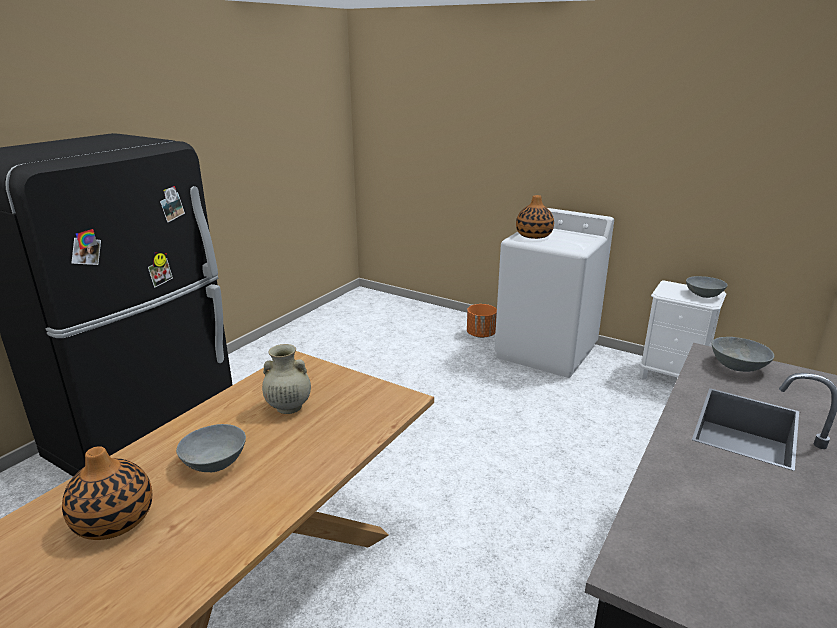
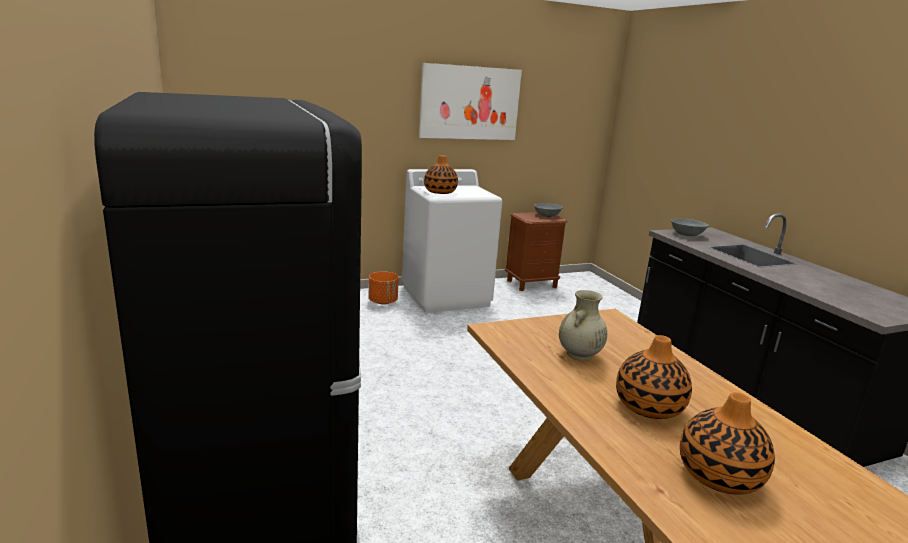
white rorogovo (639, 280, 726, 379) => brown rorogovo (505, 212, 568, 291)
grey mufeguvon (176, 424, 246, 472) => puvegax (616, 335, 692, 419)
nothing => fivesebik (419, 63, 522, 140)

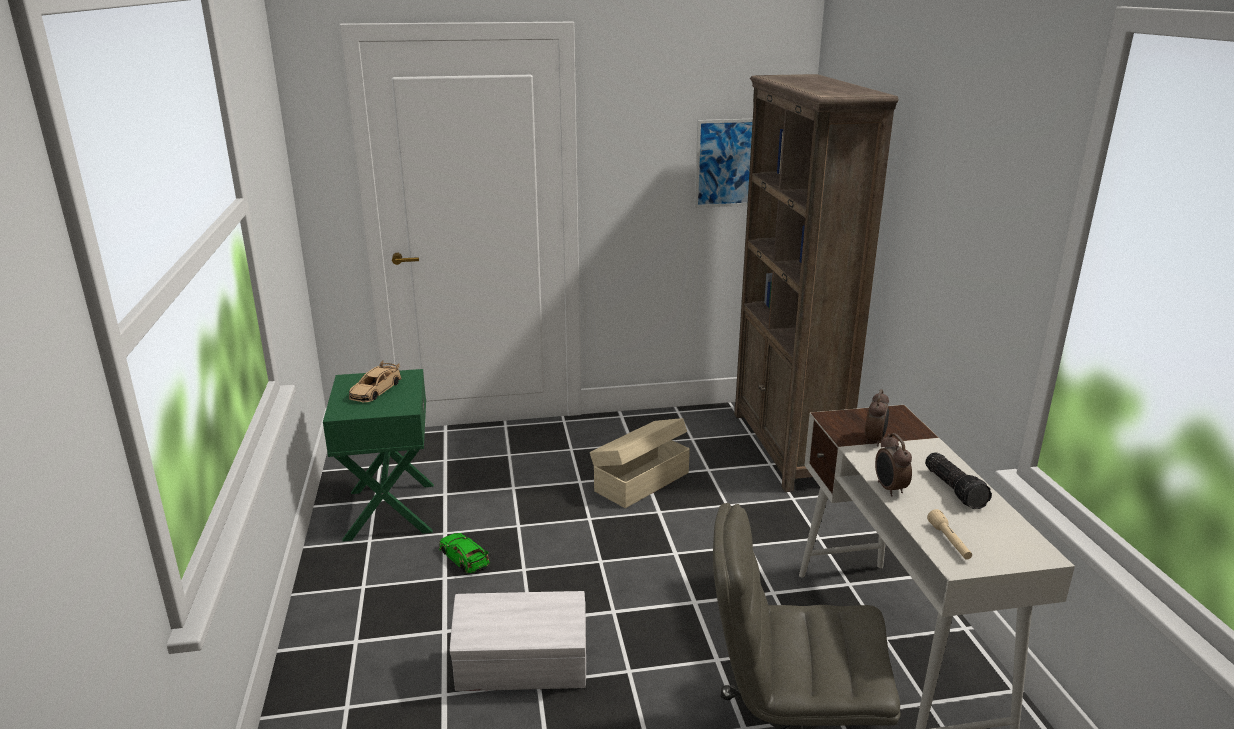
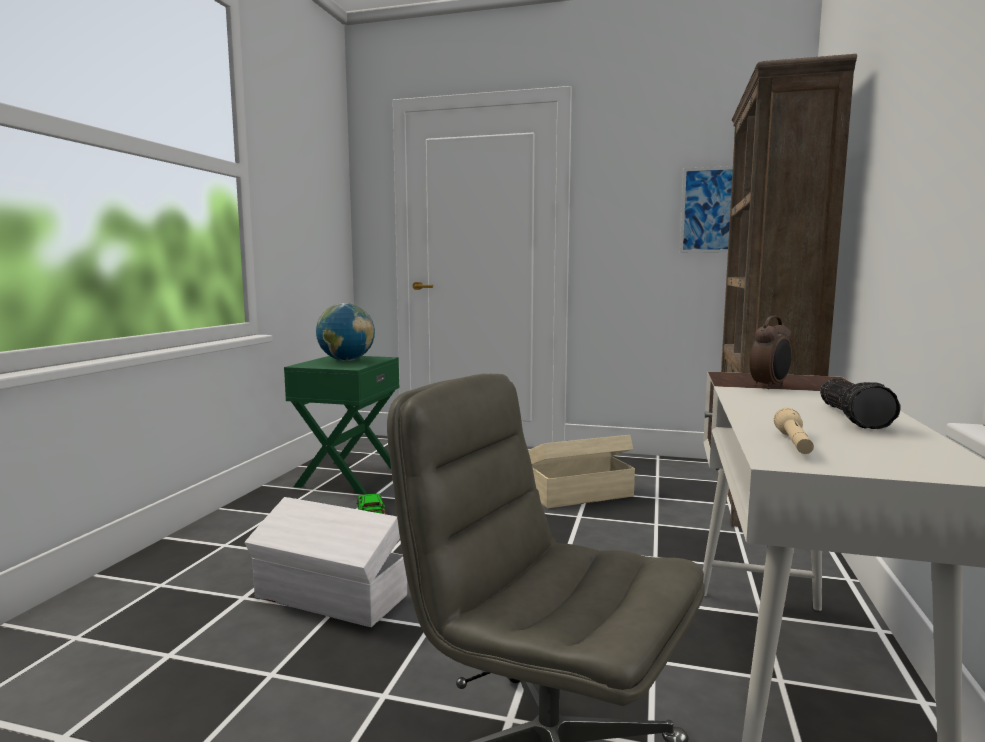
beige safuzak (349, 360, 402, 402) => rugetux (316, 303, 375, 361)
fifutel (875, 433, 912, 496) => nothing

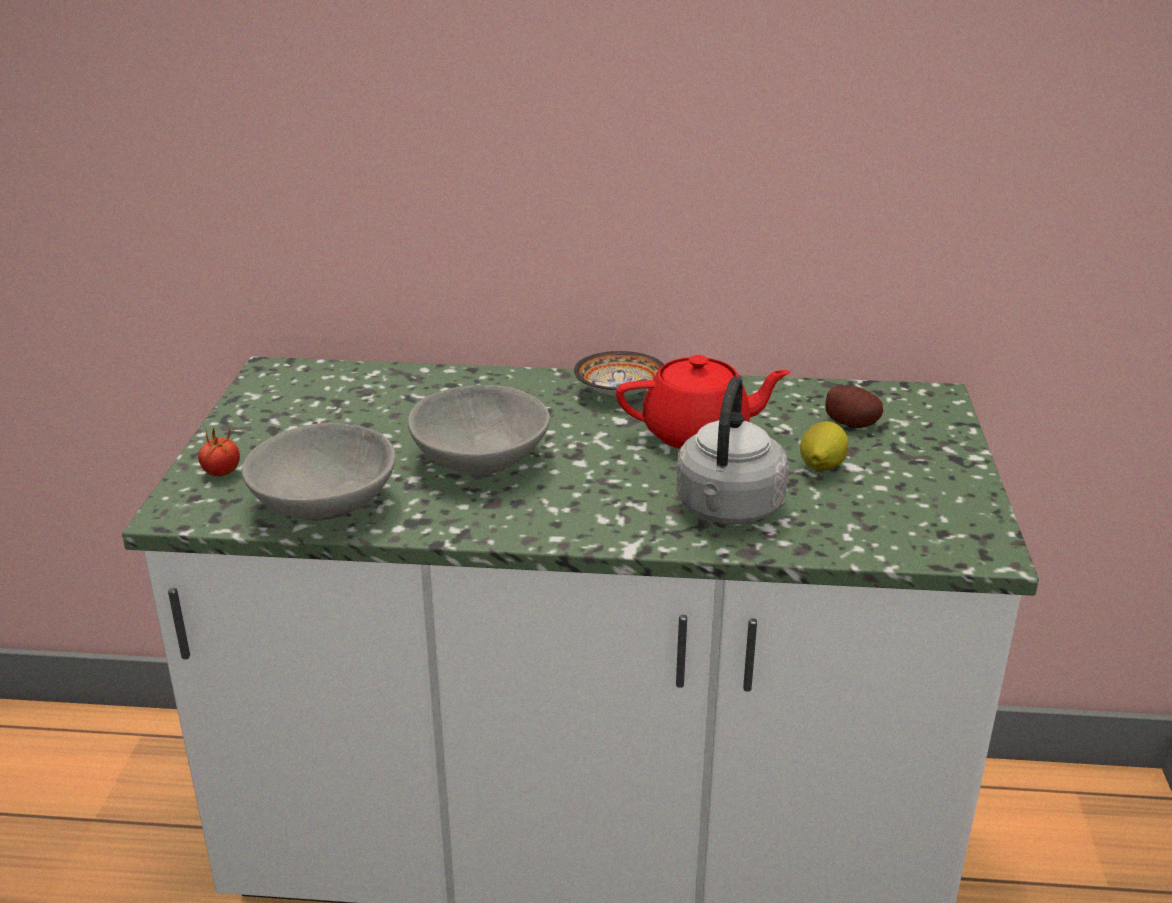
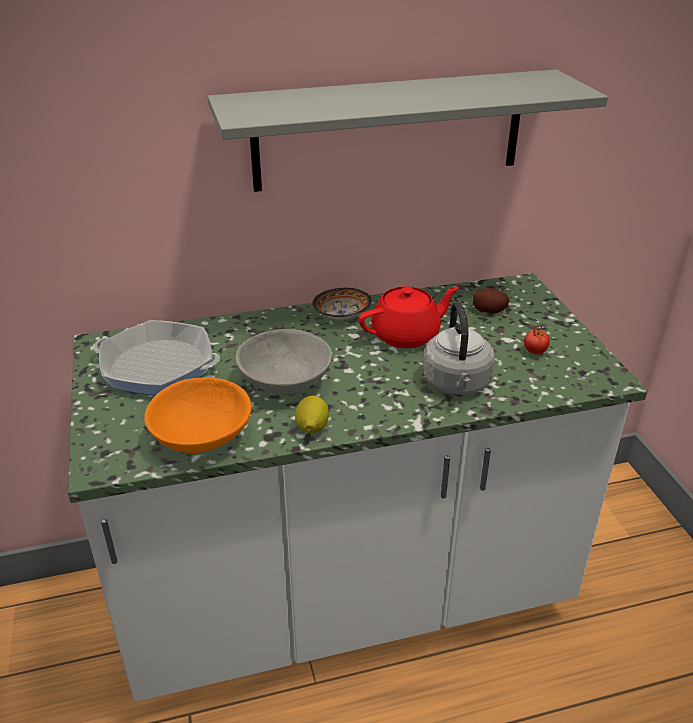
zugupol (800, 421, 848, 471) => zugupol (295, 396, 329, 433), relocated
grey mufeguvon (242, 422, 396, 521) => orange mufeguvon (144, 377, 251, 453)
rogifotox (198, 427, 240, 476) => rogifotox (524, 323, 550, 354), relocated
nothing => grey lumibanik (208, 69, 608, 192)
nothing => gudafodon (93, 320, 220, 395)

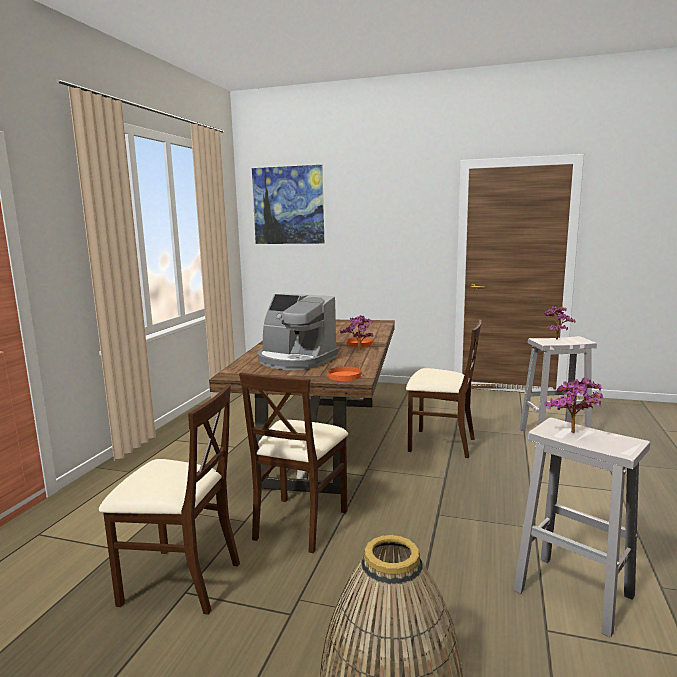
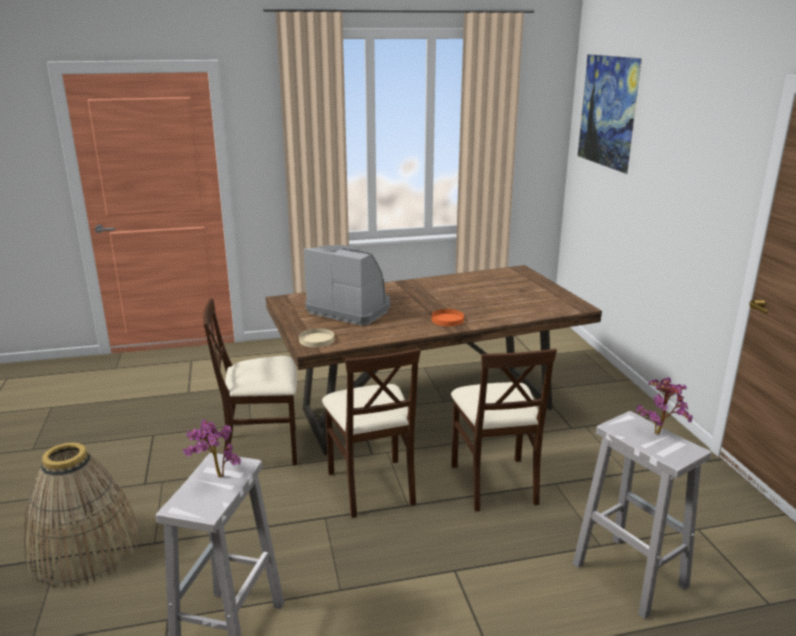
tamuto (258, 293, 338, 370) => tamuto (304, 245, 391, 326), 120 degrees clockwise
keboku (340, 315, 374, 351) => nothing
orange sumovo (328, 366, 362, 381) => beige sumovo (299, 328, 334, 348)
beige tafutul (99, 384, 240, 615) => beige tafutul (322, 348, 421, 518), relocated

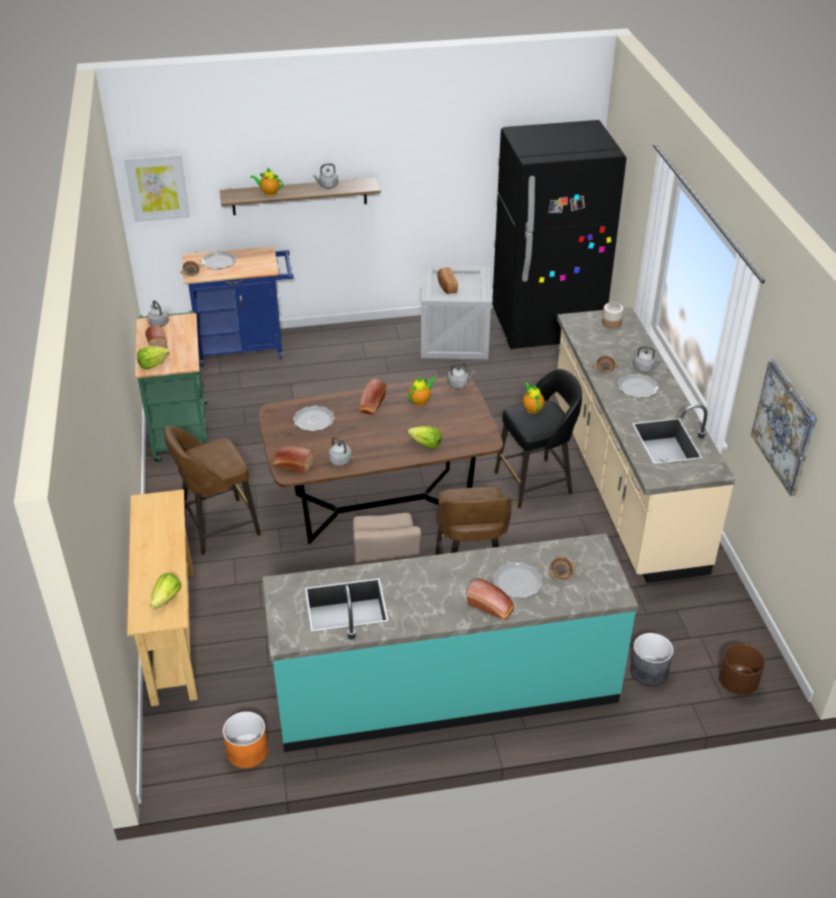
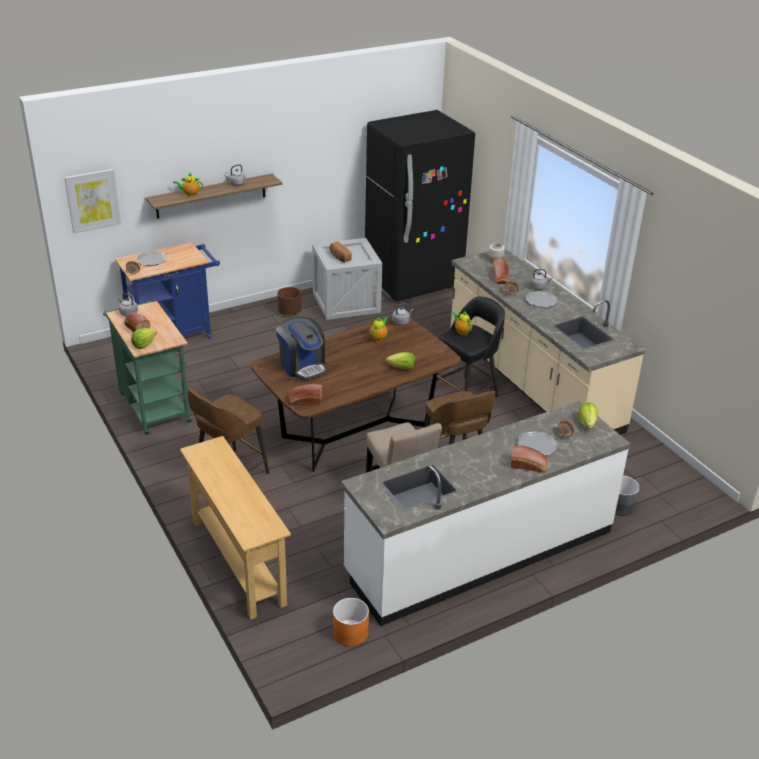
fivesebik (751, 359, 817, 496) => nothing
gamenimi (359, 379, 386, 415) => gamenimi (493, 259, 509, 284), relocated
sumovo (293, 405, 335, 431) => tamuto (276, 317, 326, 380)
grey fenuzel (328, 437, 353, 466) => nothing
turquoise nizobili (263, 533, 638, 752) => white nizobili (341, 401, 631, 626)
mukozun (150, 573, 181, 609) => mukozun (578, 402, 598, 429), relocated
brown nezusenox (719, 644, 765, 695) => brown nezusenox (277, 287, 302, 315), relocated

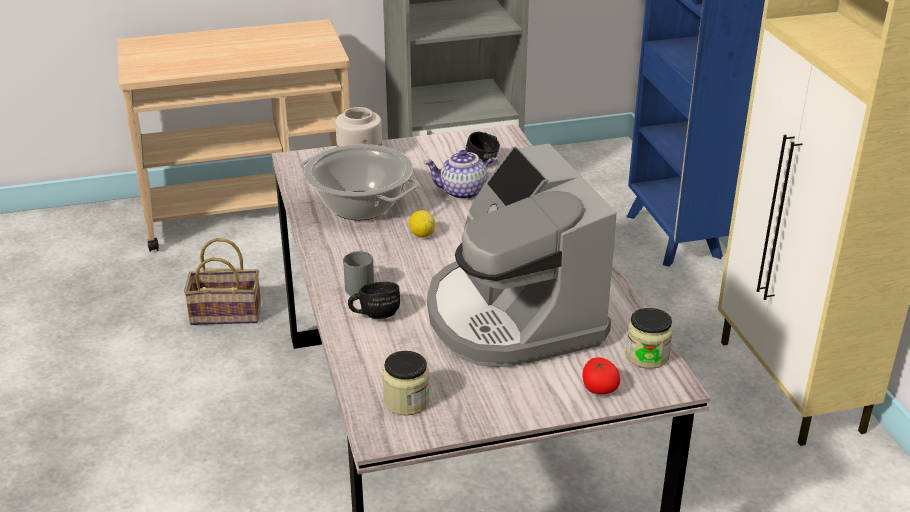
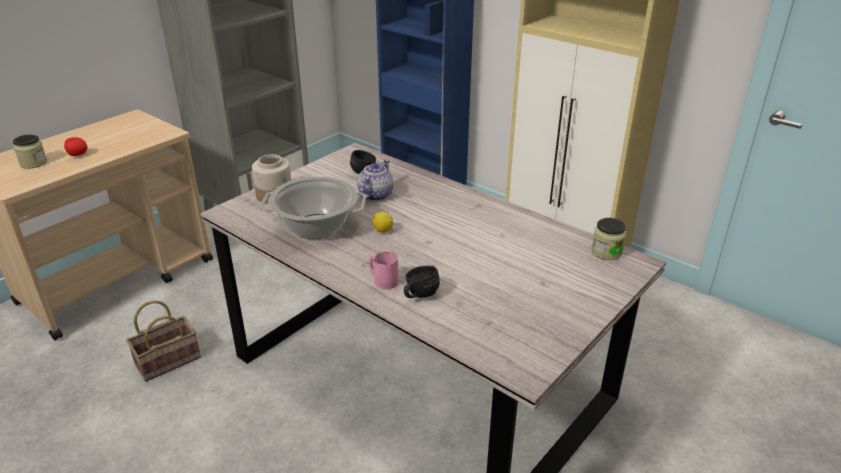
tamuto (427, 144, 617, 367) => nothing
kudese (424, 150, 500, 200) => kudese (357, 159, 394, 201), 150 degrees clockwise
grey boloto (343, 251, 374, 296) => pink boloto (369, 252, 399, 289)
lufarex (382, 351, 430, 416) => lufarex (13, 134, 47, 169), relocated
rogifotox (582, 357, 620, 394) => rogifotox (64, 137, 87, 156), relocated

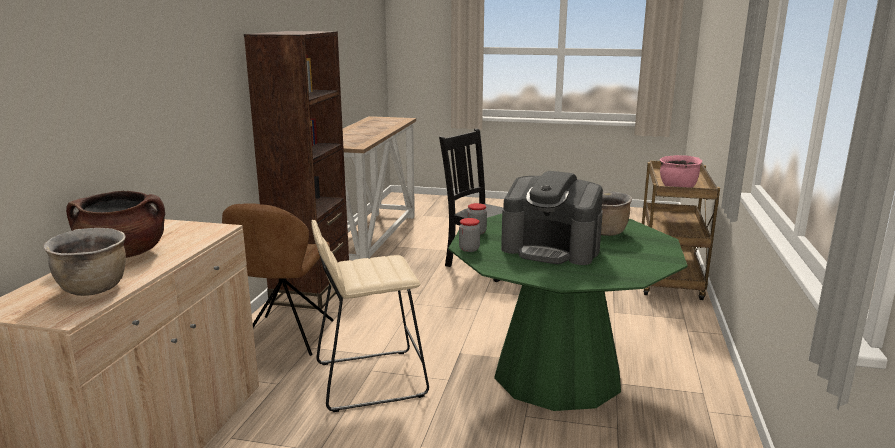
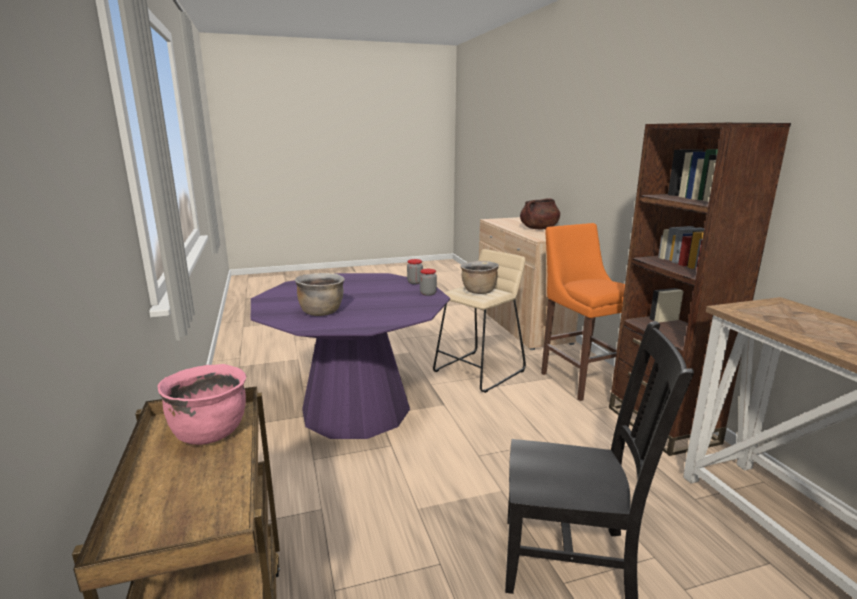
tamuto (501, 171, 603, 265) => nothing
brown tafutul (222, 203, 334, 356) => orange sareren (541, 223, 625, 401)
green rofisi (448, 214, 688, 411) => purple rofisi (251, 273, 450, 439)
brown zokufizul (43, 228, 126, 296) => brown zokufizul (460, 261, 499, 294), relocated

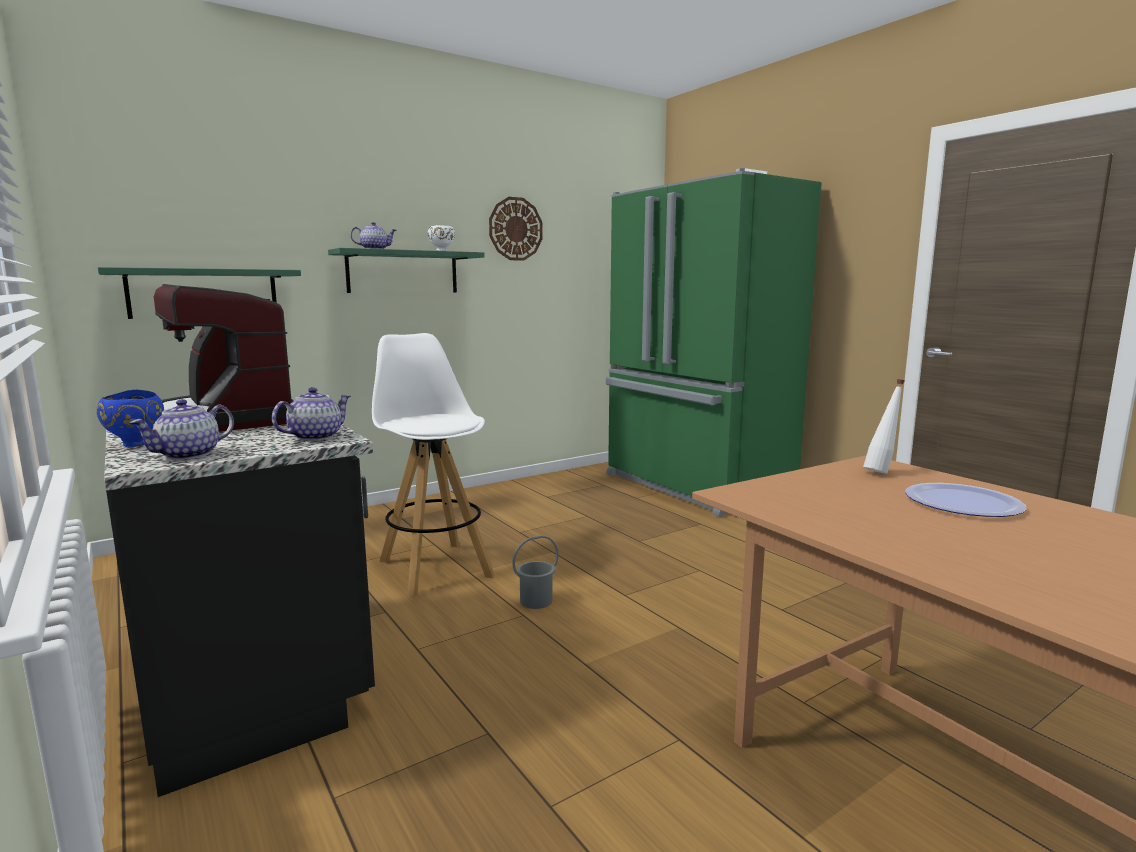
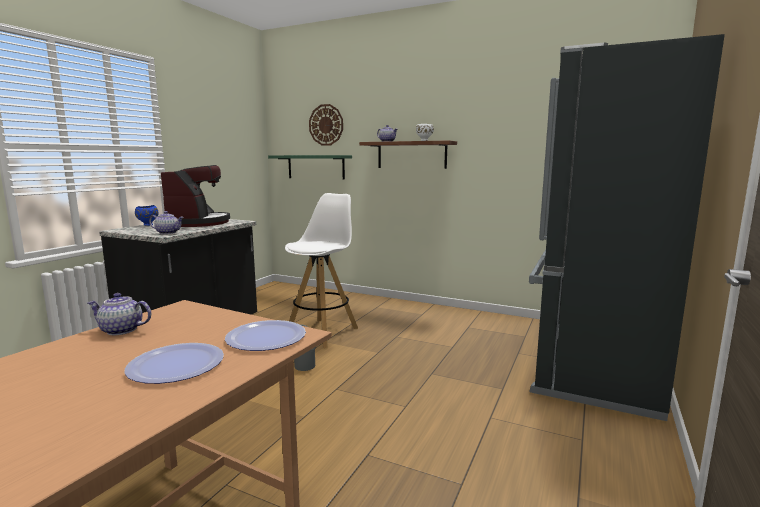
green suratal (606, 168, 822, 516) => black suratal (529, 34, 725, 421)
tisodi (489, 197, 543, 261) => tisodi (309, 104, 343, 146), relocated
green lumibanik (328, 248, 485, 293) => brown lumibanik (359, 140, 457, 169)
tamuto (154, 284, 294, 432) => tamuto (161, 165, 230, 227), 150 degrees clockwise
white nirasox (863, 379, 904, 474) => sumovo (225, 320, 306, 351)
kudese (129, 399, 234, 460) => kudese (87, 293, 151, 335), relocated

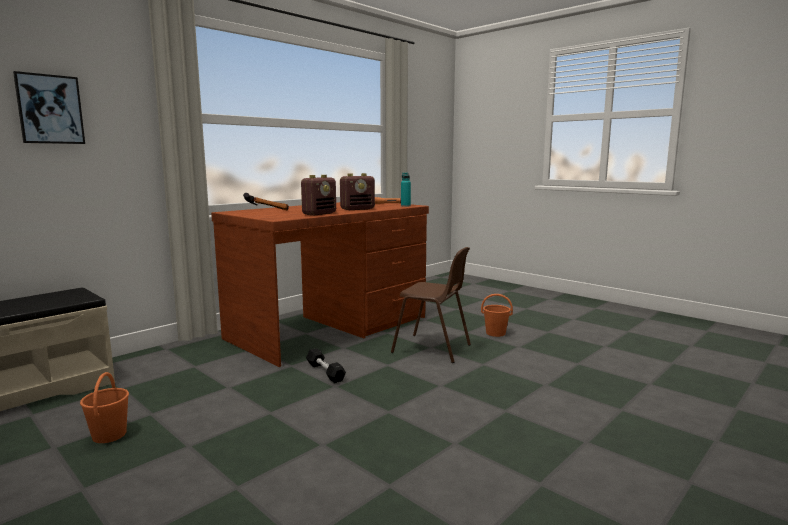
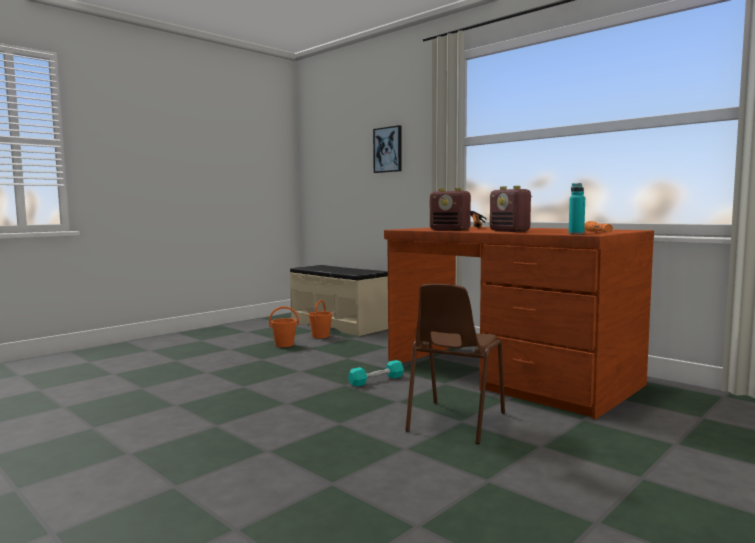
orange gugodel (481, 294, 513, 337) => orange gugodel (308, 300, 332, 338), relocated
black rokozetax (306, 348, 346, 383) => turquoise rokozetax (348, 360, 404, 387)

